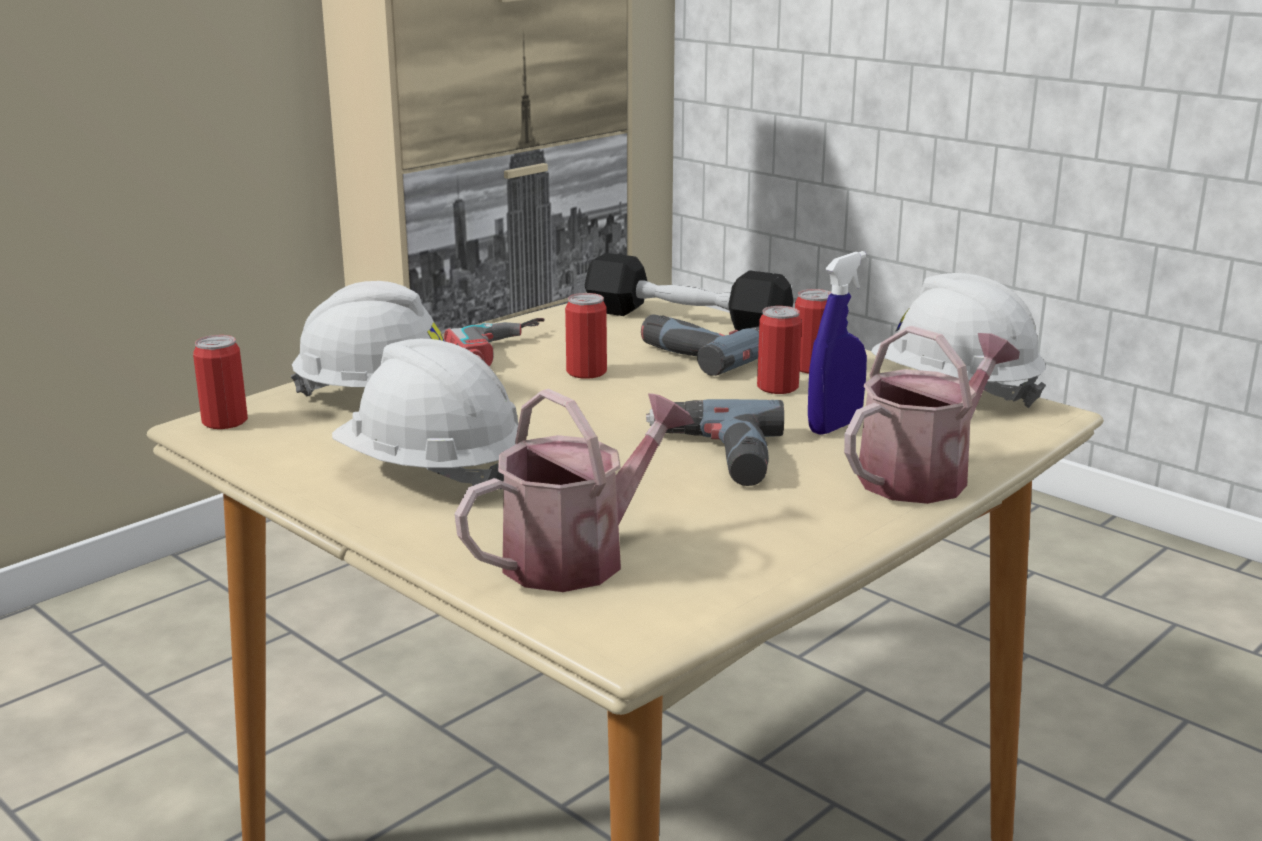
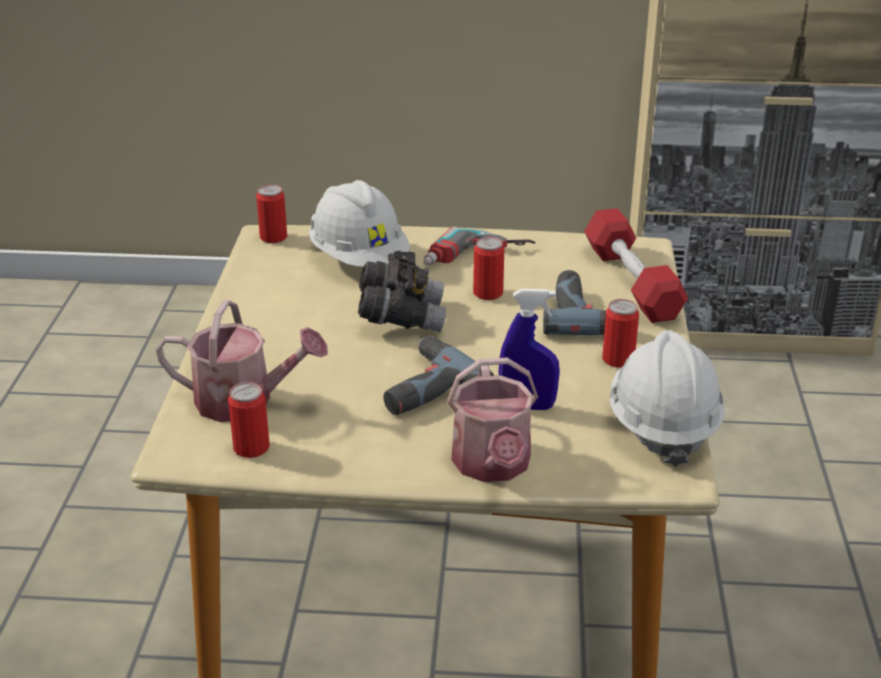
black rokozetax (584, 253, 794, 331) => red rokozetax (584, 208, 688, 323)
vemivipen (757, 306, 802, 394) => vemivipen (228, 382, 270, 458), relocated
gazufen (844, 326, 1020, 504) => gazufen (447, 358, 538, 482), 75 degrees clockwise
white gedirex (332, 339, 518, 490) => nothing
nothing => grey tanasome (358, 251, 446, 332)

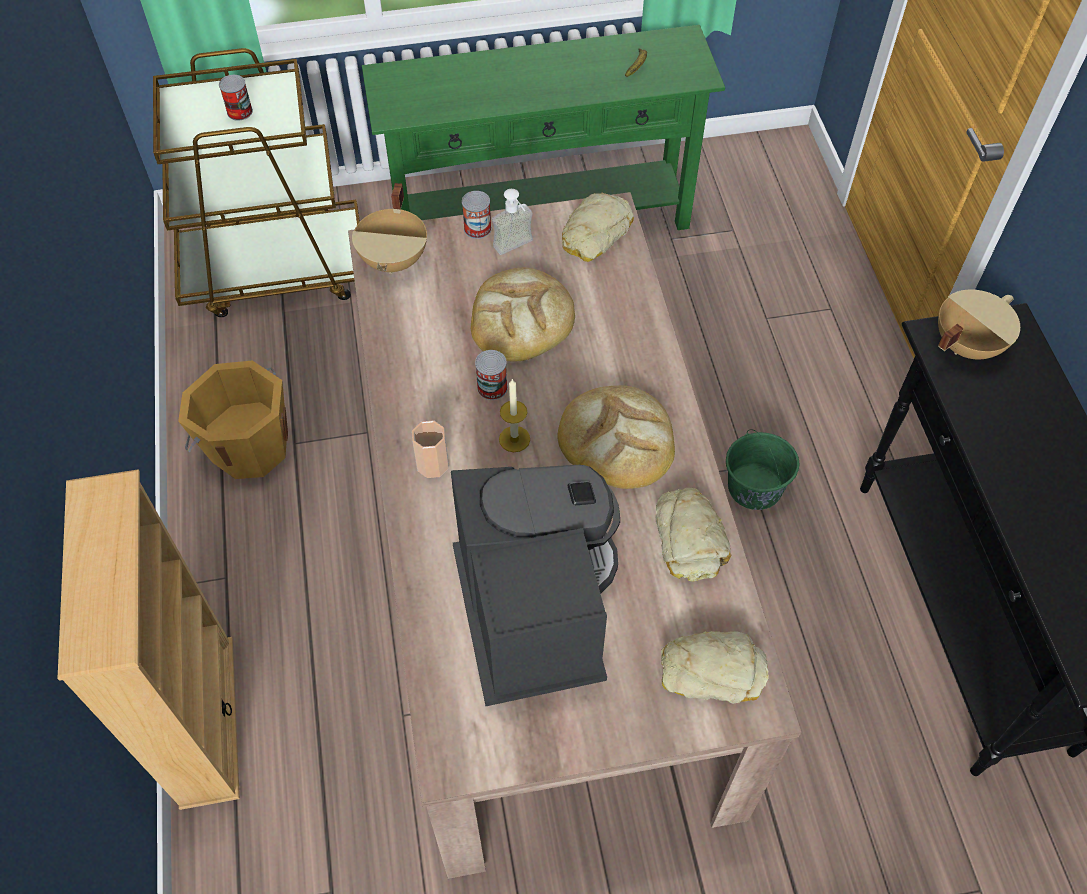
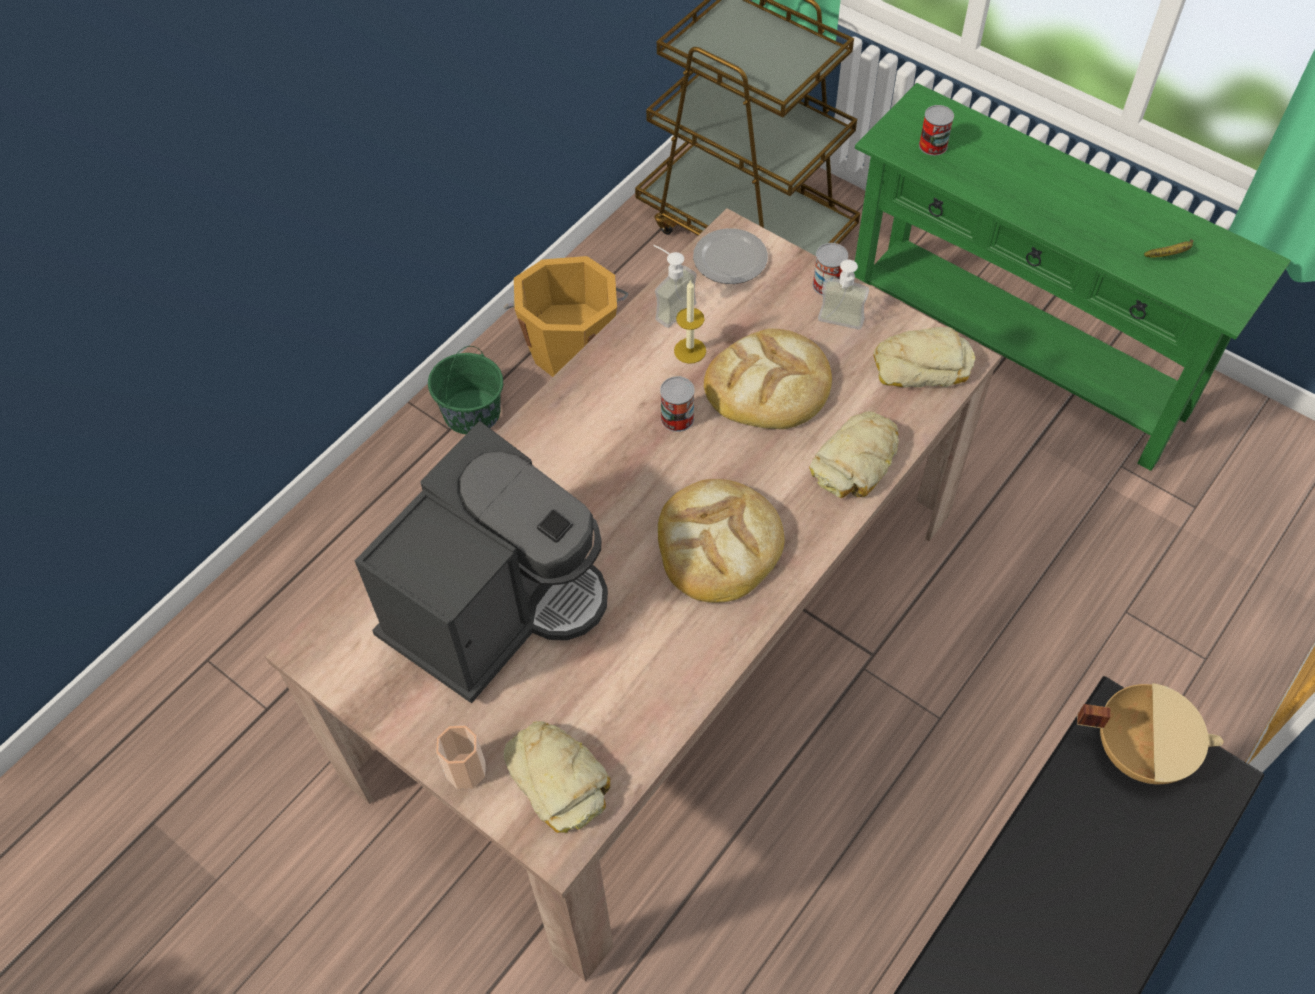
vemivipen (219, 75, 253, 121) => vemivipen (919, 105, 954, 156), relocated
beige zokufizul (352, 183, 427, 274) => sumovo (693, 228, 768, 284)
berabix (499, 378, 530, 452) => berabix (674, 279, 706, 364), relocated
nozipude (412, 420, 449, 478) => nozipude (436, 725, 486, 789), relocated
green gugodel (726, 429, 799, 510) => green gugodel (428, 346, 503, 434), relocated
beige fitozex (58, 469, 240, 810) => nothing
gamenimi (655, 488, 732, 581) => gamenimi (809, 411, 899, 498), relocated
nothing => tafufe (653, 245, 697, 328)

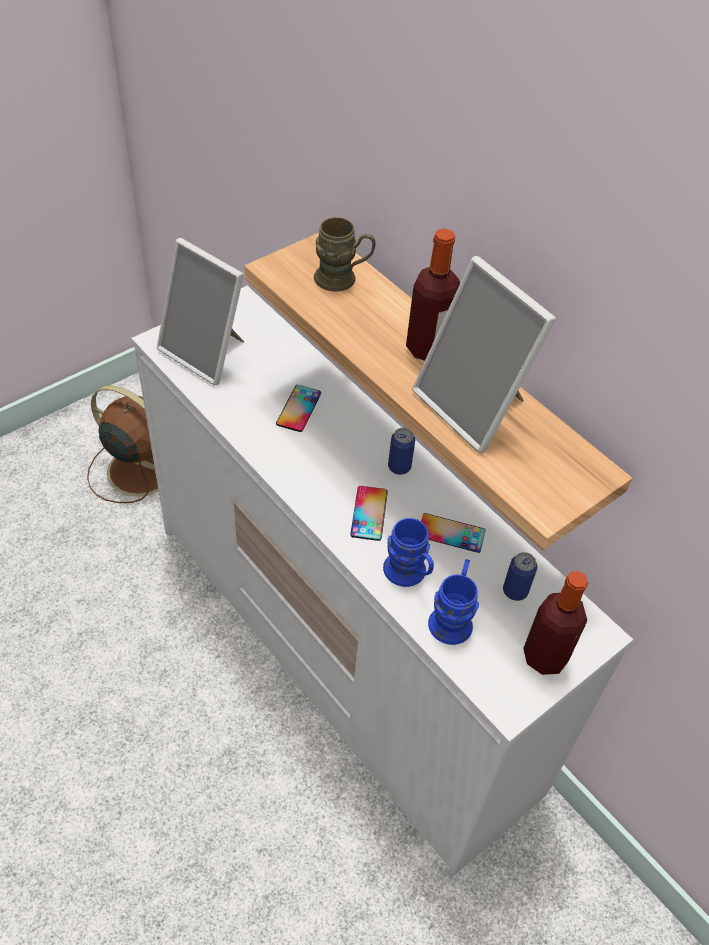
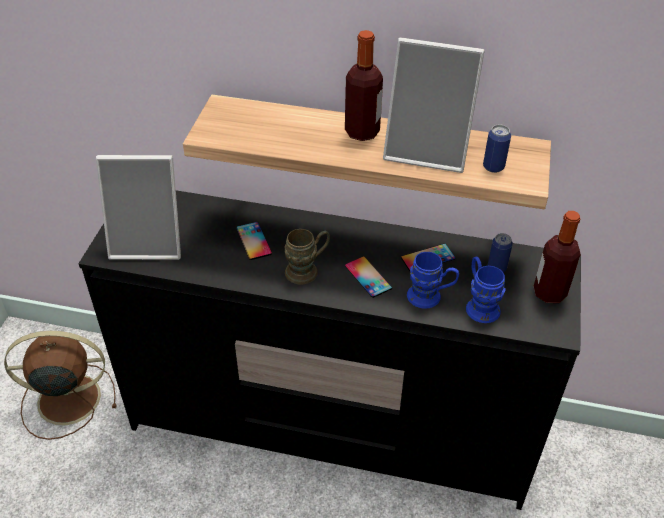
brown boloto (314, 217, 376, 291) => brown boloto (284, 229, 330, 285), relocated
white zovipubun (131, 286, 633, 879) => black zovipubun (78, 190, 581, 510)
vemivipen (388, 428, 415, 475) => vemivipen (483, 125, 511, 173), relocated

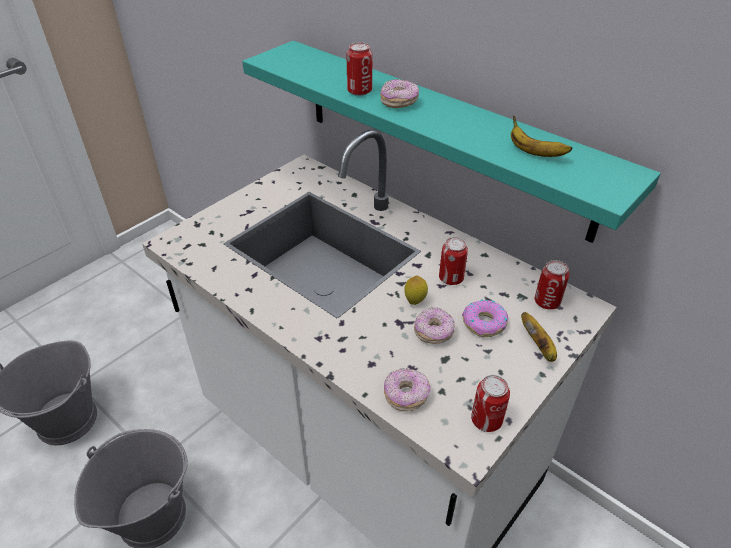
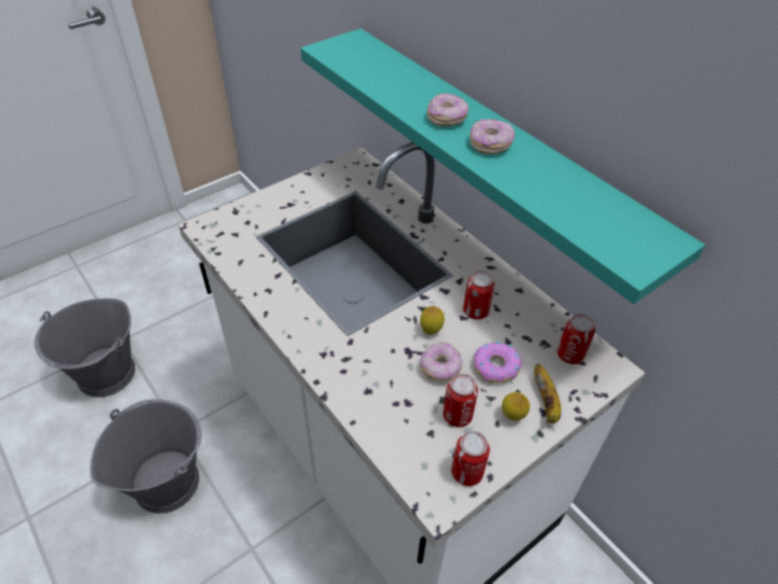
vemivipen (347, 42, 372, 96) => vemivipen (443, 374, 478, 427), relocated
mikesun (511, 115, 573, 157) => nothing
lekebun (384, 368, 431, 411) => lekebun (470, 119, 515, 154), relocated
nothing => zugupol (502, 392, 530, 421)

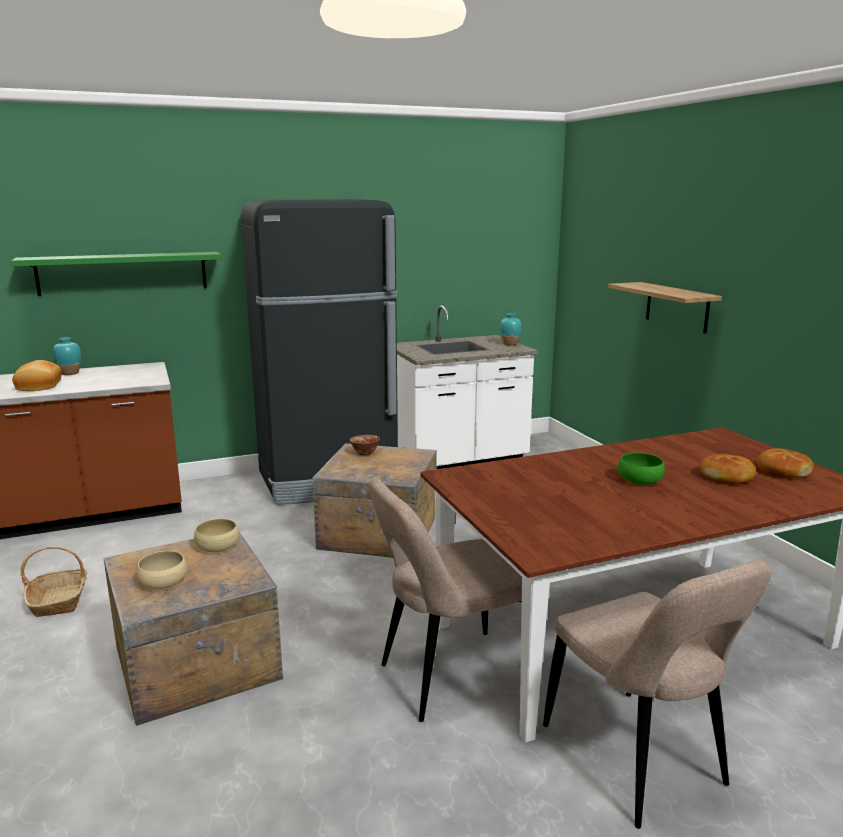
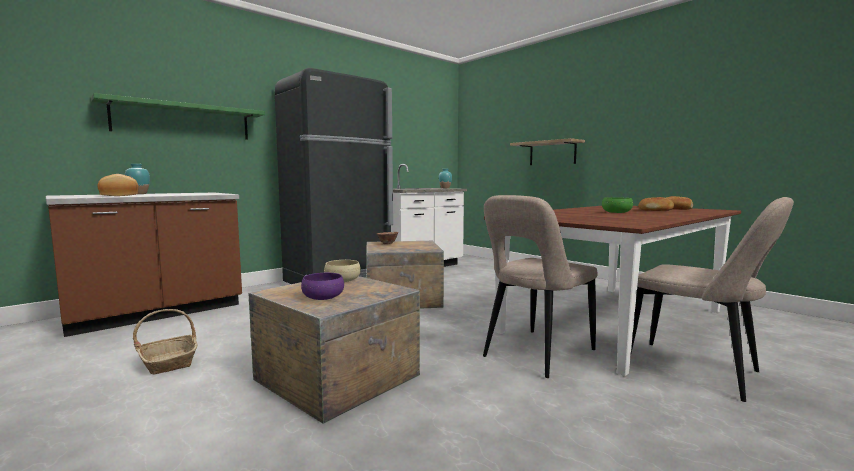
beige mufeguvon (136, 551, 187, 589) => purple mufeguvon (301, 273, 344, 300)

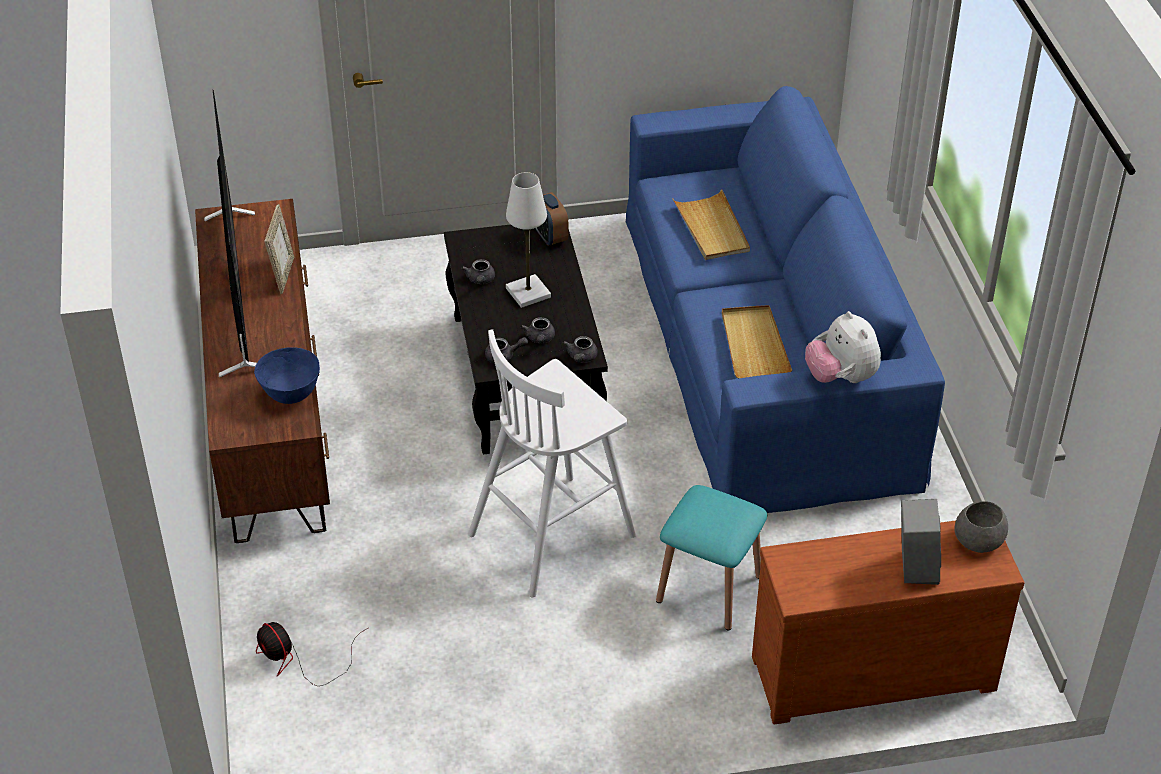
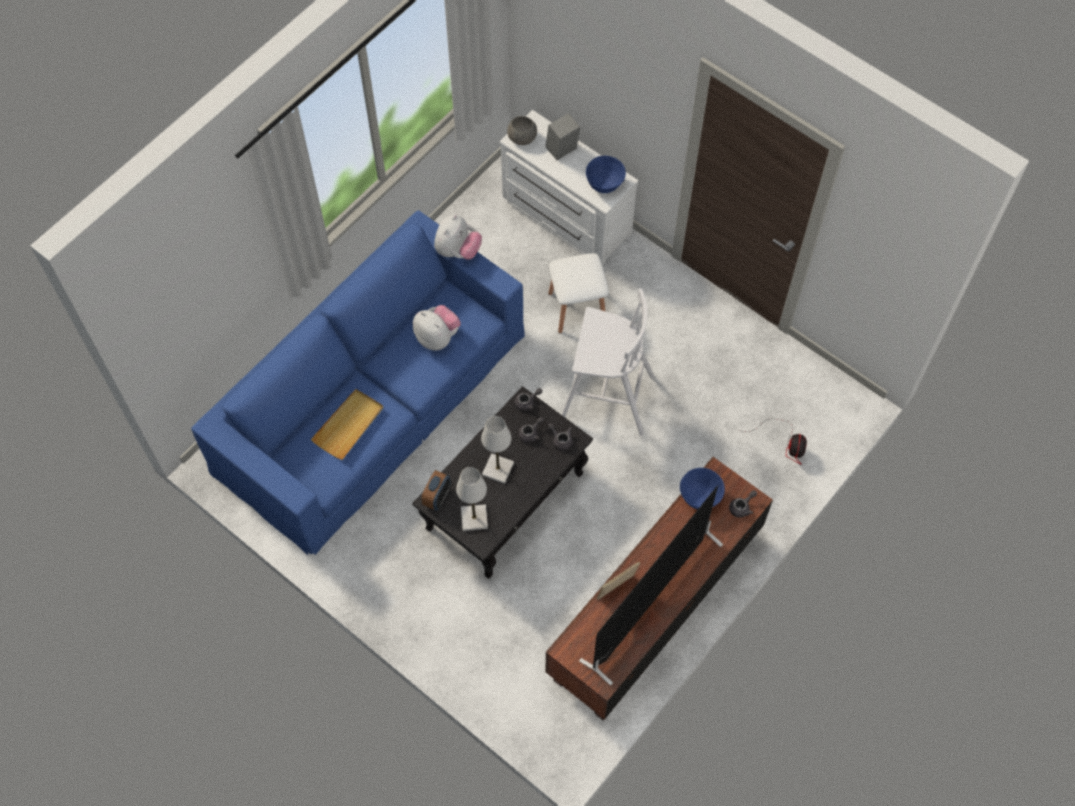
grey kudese (461, 259, 495, 284) => grey kudese (729, 490, 757, 518), relocated
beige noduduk (722, 305, 792, 379) => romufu (413, 305, 461, 350)
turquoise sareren (656, 485, 767, 631) => white sareren (548, 253, 609, 333)
brown zovipubun (752, 520, 1025, 725) => white zovipubun (500, 110, 638, 265)
nothing => blue mufeguvon (586, 156, 626, 193)
nothing => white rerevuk (456, 467, 488, 531)

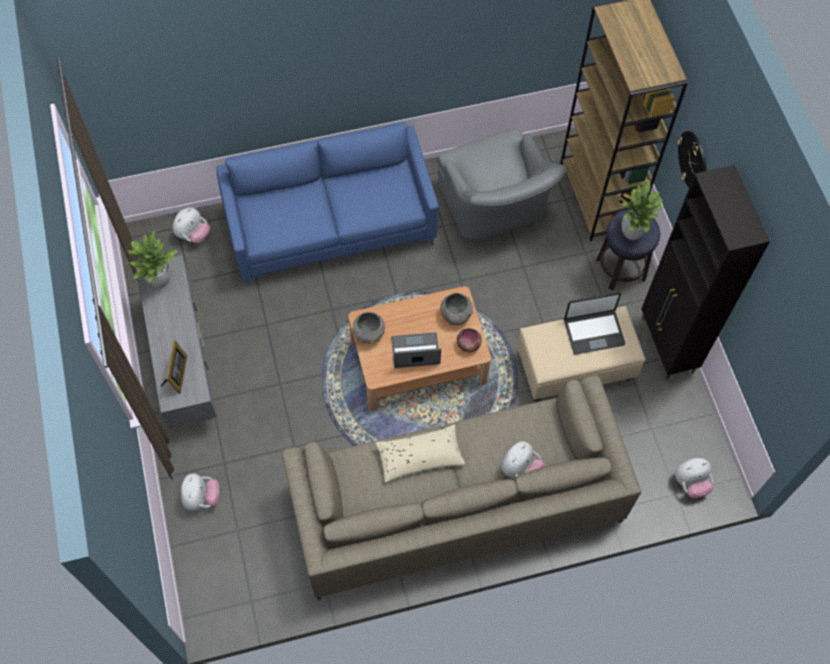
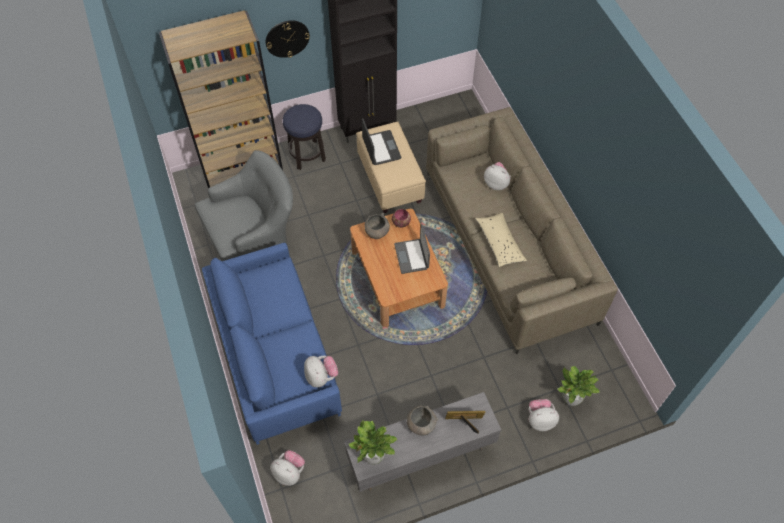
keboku (618, 181, 664, 240) => keboku (558, 366, 600, 406), relocated
grey mufeguvon (352, 312, 385, 344) => grey mufeguvon (407, 406, 438, 435), relocated
romufu (675, 458, 714, 498) => romufu (304, 356, 339, 387), relocated

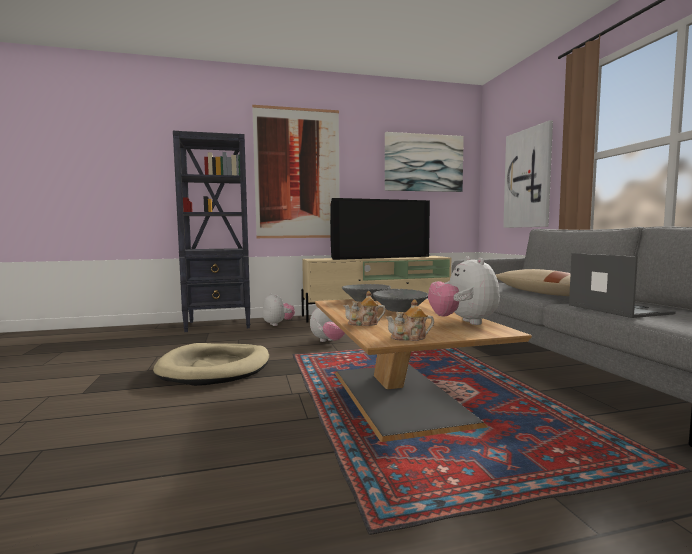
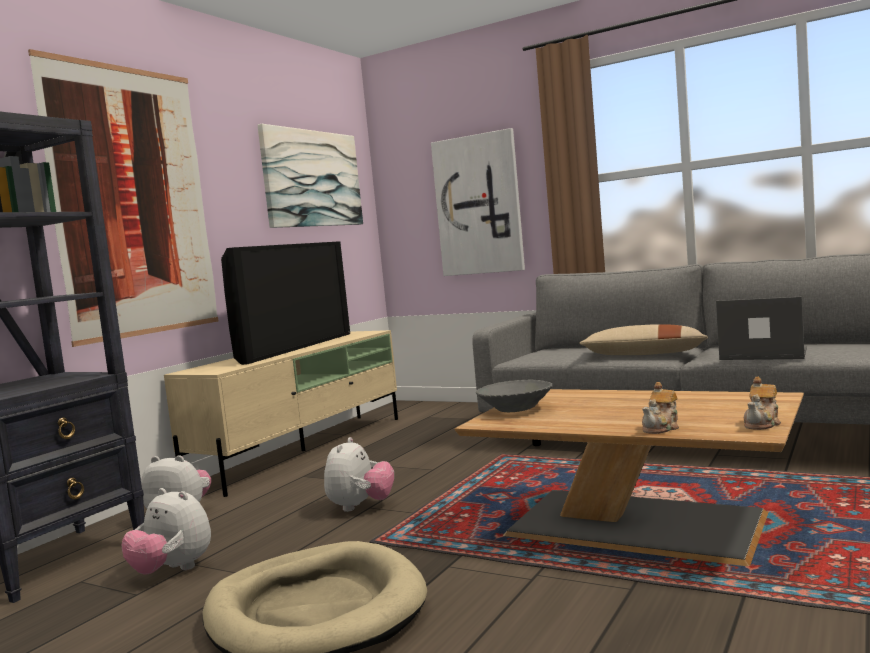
romufu (428, 256, 500, 325) => romufu (122, 488, 211, 575), relocated
grey mufeguvon (373, 289, 428, 312) => nothing

